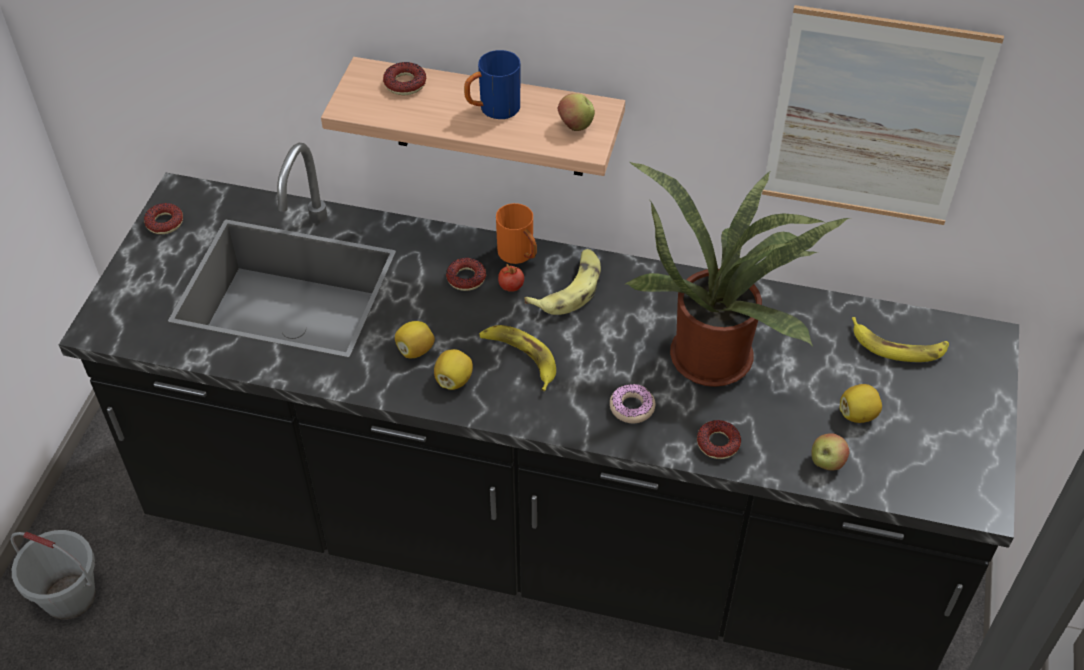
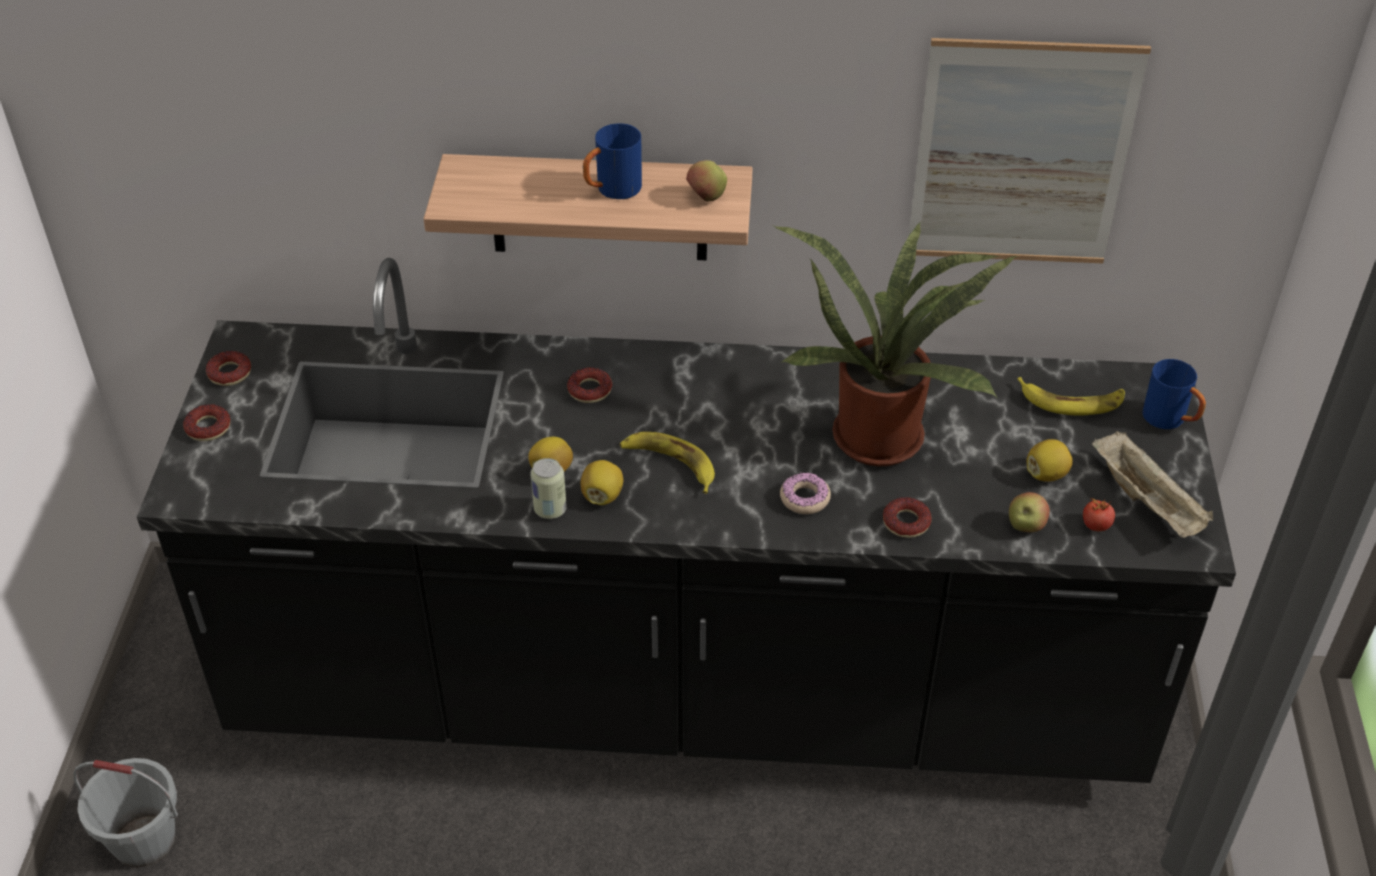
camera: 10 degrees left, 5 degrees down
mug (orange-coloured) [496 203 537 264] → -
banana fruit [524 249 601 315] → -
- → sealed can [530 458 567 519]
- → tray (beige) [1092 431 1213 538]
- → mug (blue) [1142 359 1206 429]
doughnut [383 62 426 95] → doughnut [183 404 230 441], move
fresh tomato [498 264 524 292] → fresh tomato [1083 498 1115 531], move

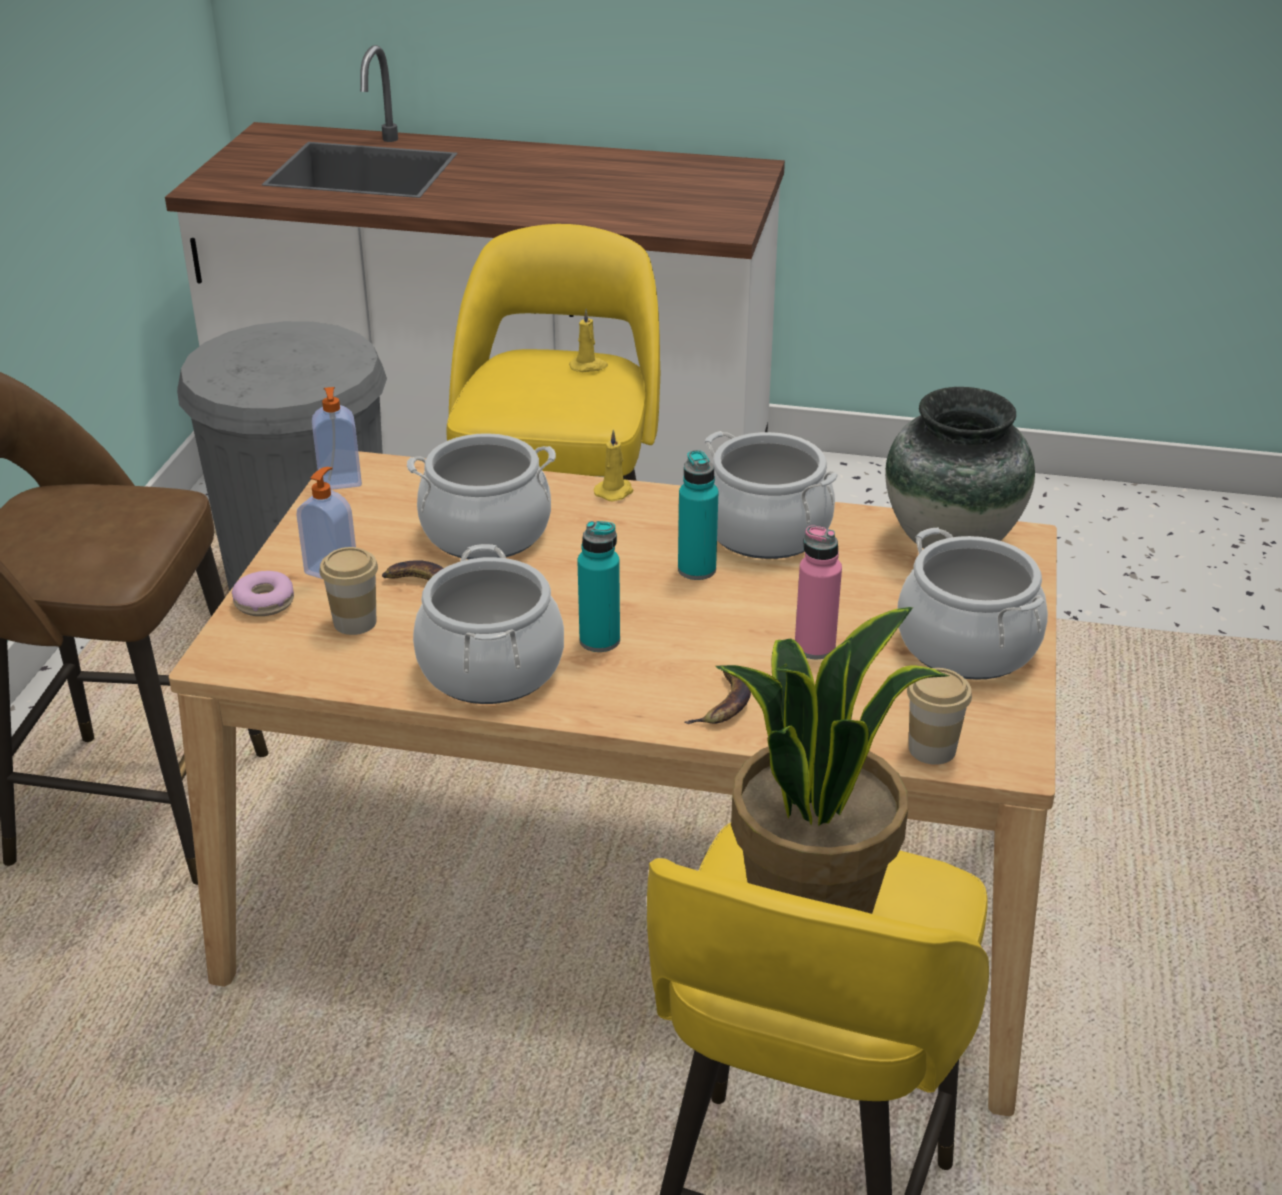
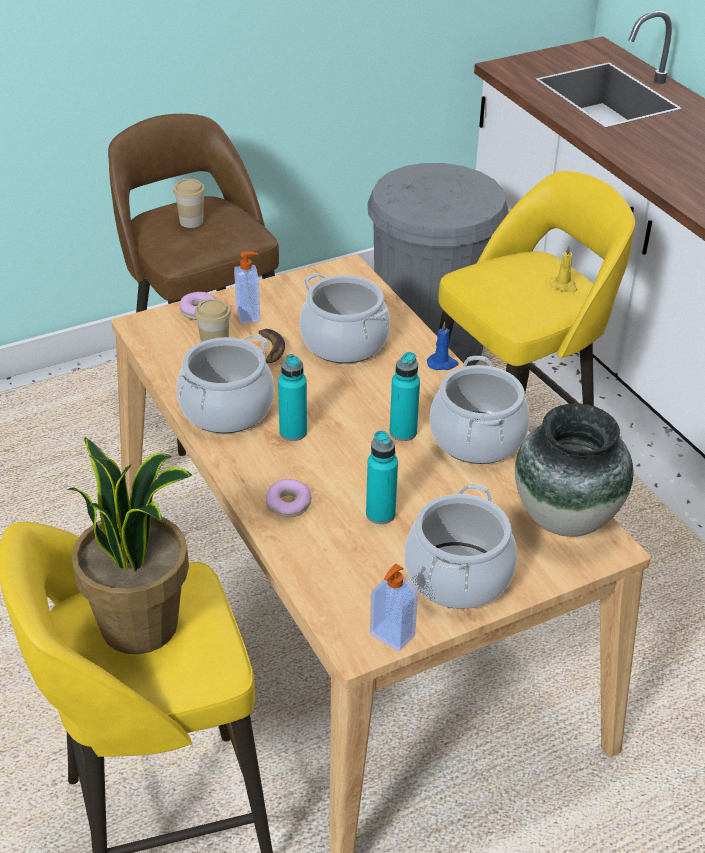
camera: 50 degrees right, 5 degrees up
soap bottle [312 387 362 490] → soap bottle [370 564 418 652], move
cup [907 668 972 765] → cup [173 179 205 228], move
banana fruit [685 671 751 724] → doughnut [266 479 311 517]
candle (yellow) [593 429 633 502] → candle (blue) [427 322 459 370]
beverage bottle (pinkish) [795 526 842 659] → beverage bottle (turquoise) [366 431 398 524]

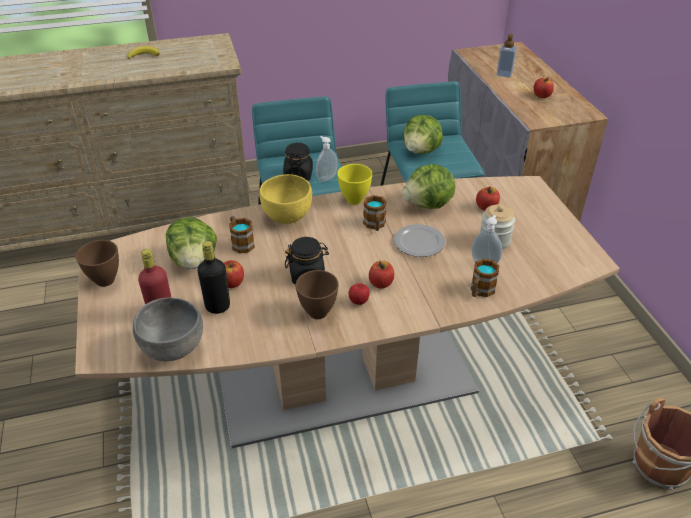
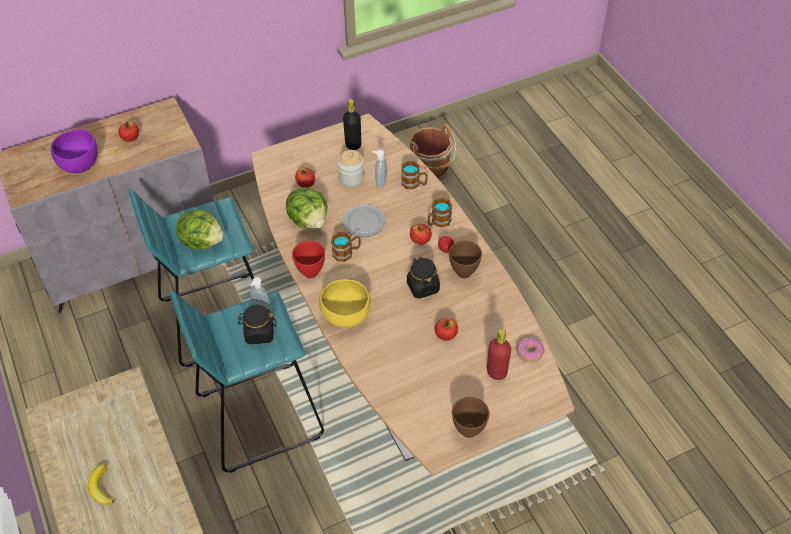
camera: 100 degrees left, 10 degrees up
lettuce [166 217 217 269] → -
beverage bottle (black-coloured) [198 241 230 314] → beverage bottle (black-coloured) [343 99 361 150], move
mug [229 216 255 254] → mug [428 198 452 228], move
bowl (gray) [133 297 203 361] → doughnut [517 338 545 362]
soap bottle [497 34 517 77] → bowl (purple) [51 129 98 173]
bowl (yellow) [337 164 373 205] → bowl (reddish) [292 241 325 278]

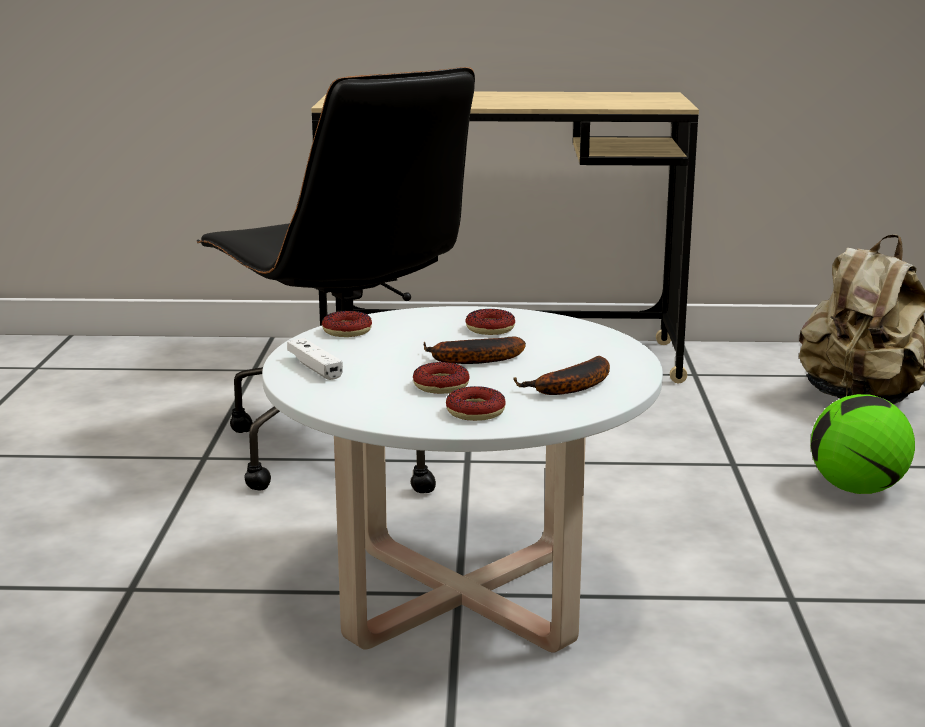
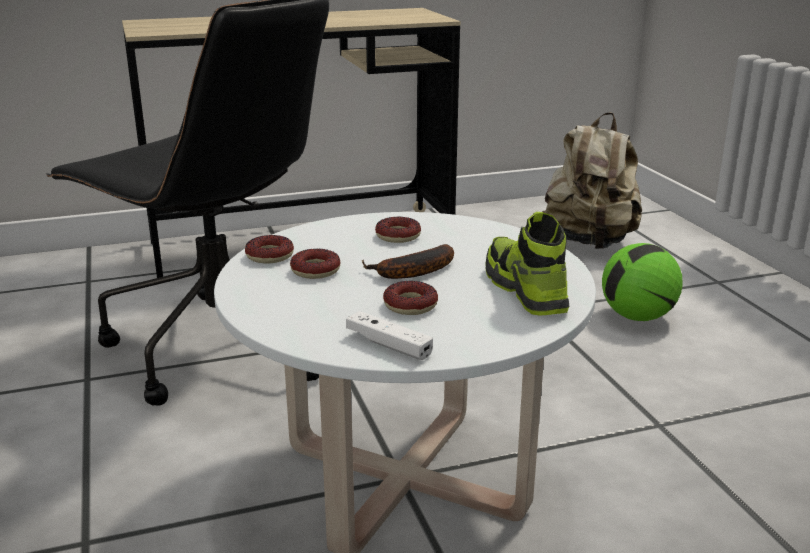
camera: 20 degrees left, 5 degrees up
joypad (white-coloured) [287 338 343 380] → joypad (white-coloured) [346 311 433 360], move
doughnut [446 386 506 421] → doughnut [290 249 340 279], move
banana fruit [513 356 610 395] → low shoe [486 212 569 316]

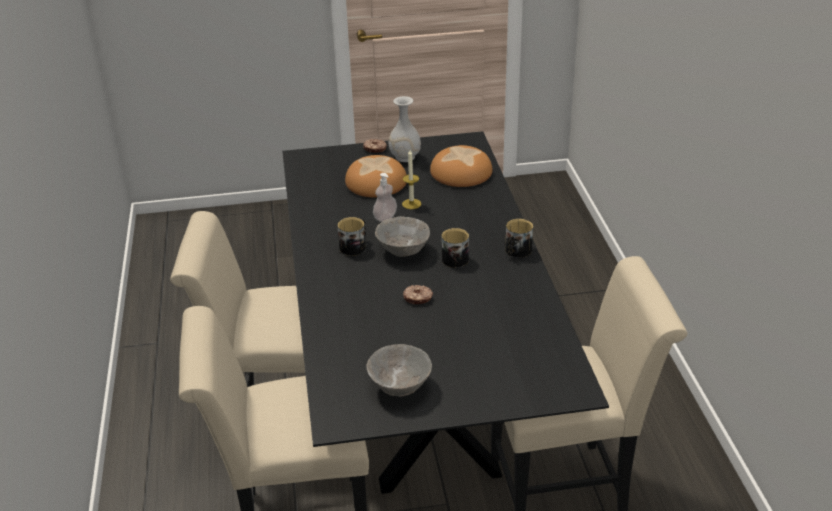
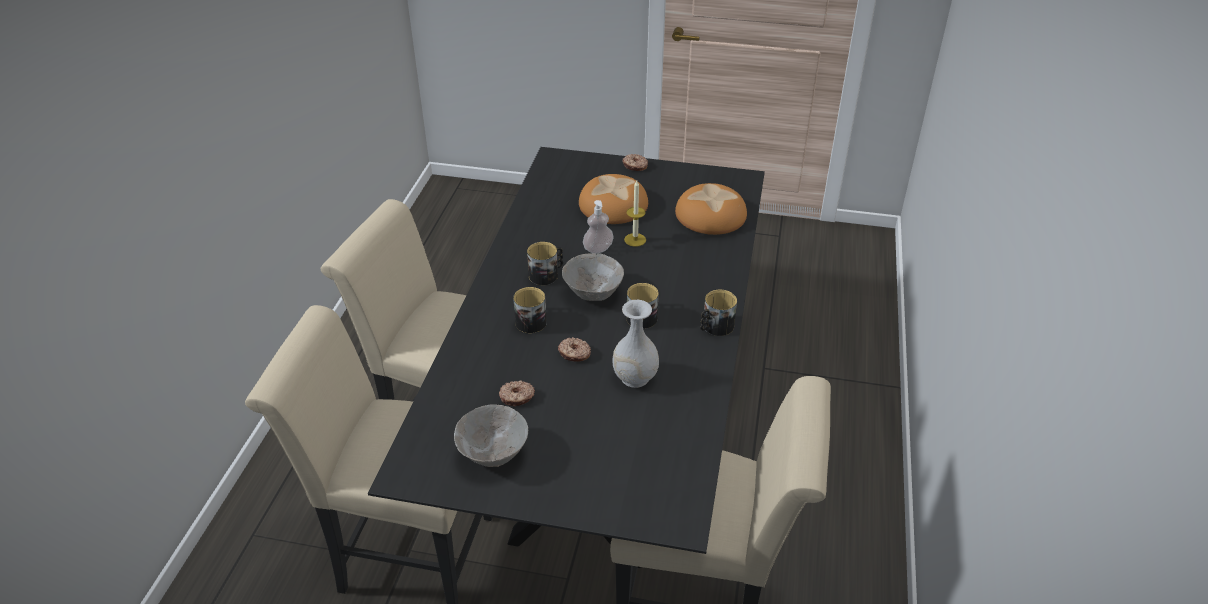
camera: 20 degrees right, 5 degrees up
- → doughnut [499 380 535 407]
- → mug [513 287 547 333]
decorative vase (white-coloured) [389 96 421 162] → decorative vase (white-coloured) [612 300 659 388], move

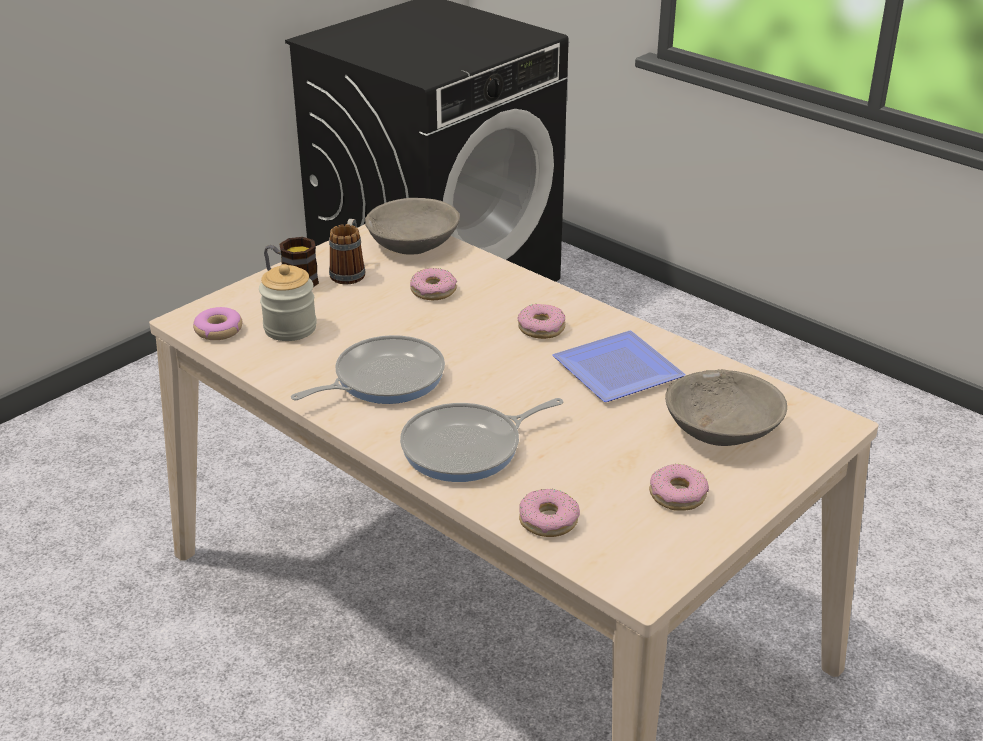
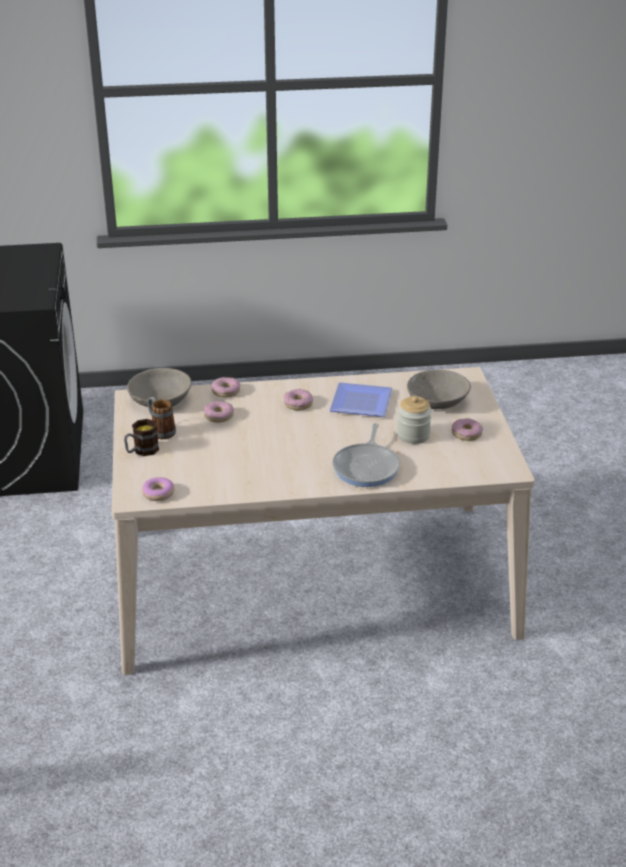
camera: 50 degrees left, 0 degrees up
pan [291 335 445 404] → -
jar [259 264 317 341] → jar [397 396 432 444], move
doughnut [519 489 580 537] → doughnut [211 377 241 398], move

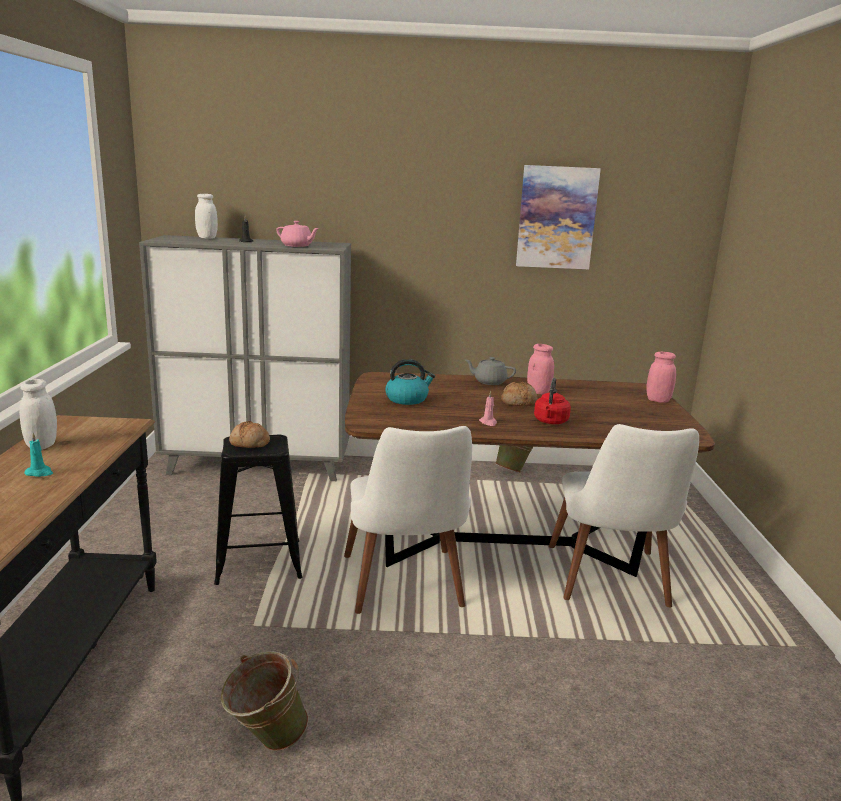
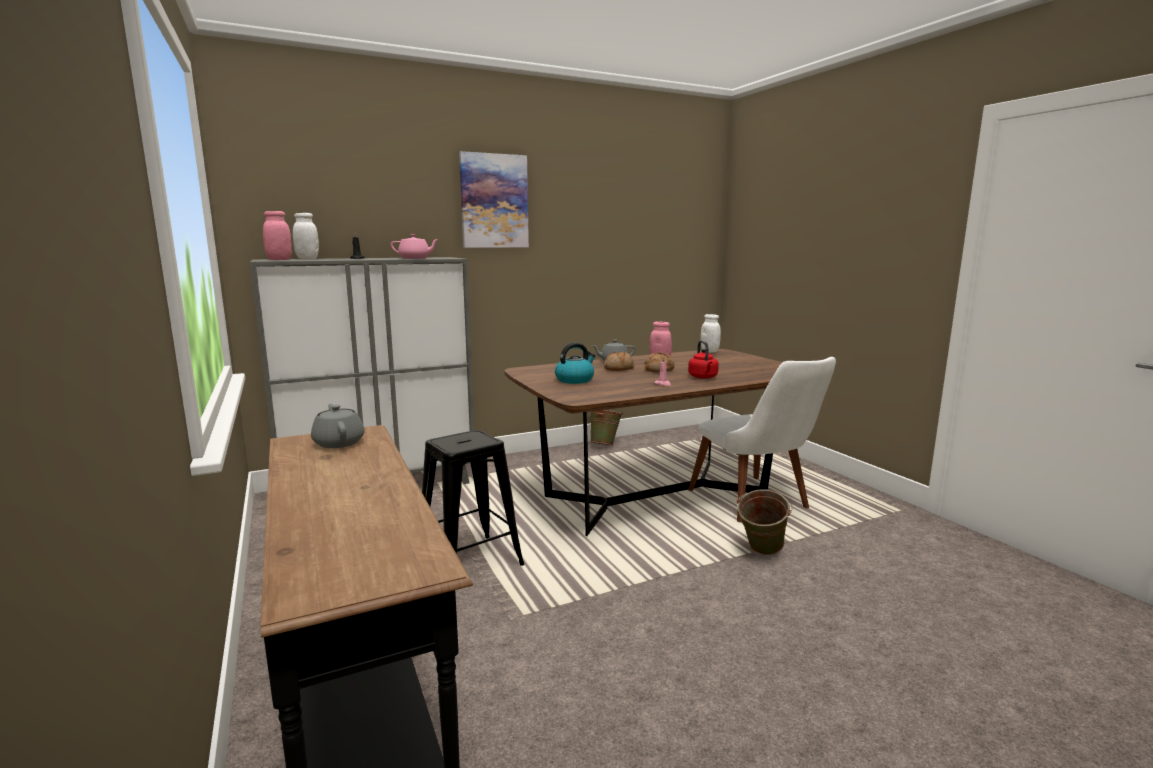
camera: 25 degrees left, 5 degrees down
candle (turquoise) [25 432 53 477] → -
chair (white-coloured) [344 426 472 614] → -
- → tea pot (gray) [311 404 365 448]
jar (white-coloured) [19 379 57 450] → jar (white-coloured) [701 314 721 353], move
bucket (green-coloured) [221 651 308 751] → bucket (green-coloured) [737 489 793 555], move
bakery bread [229 421 270 448] → bakery bread [604 352 634 371], move
wall picture [516 165 601 269] → wall picture [459 151 529 248], move
jar (pinkish) [646 352 676 403] → jar (pinkish) [263 211 292 260], move

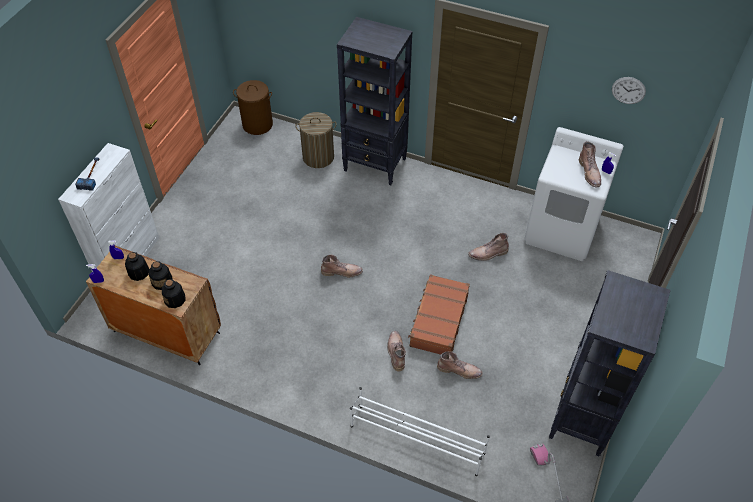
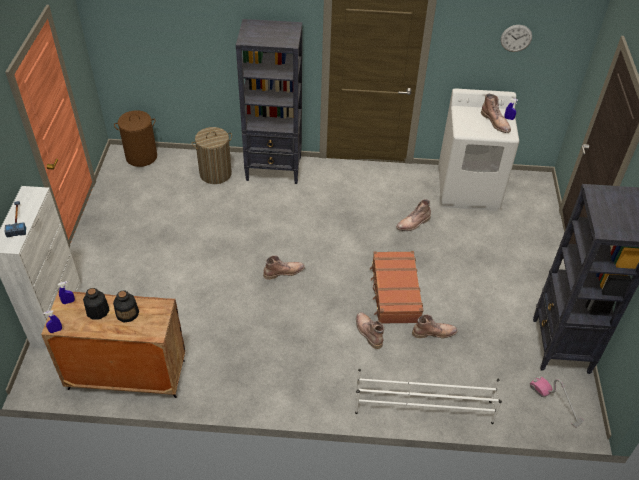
camera: 20 degrees left, 5 degrees down
beverage bottle [162 279 186 308] → -

